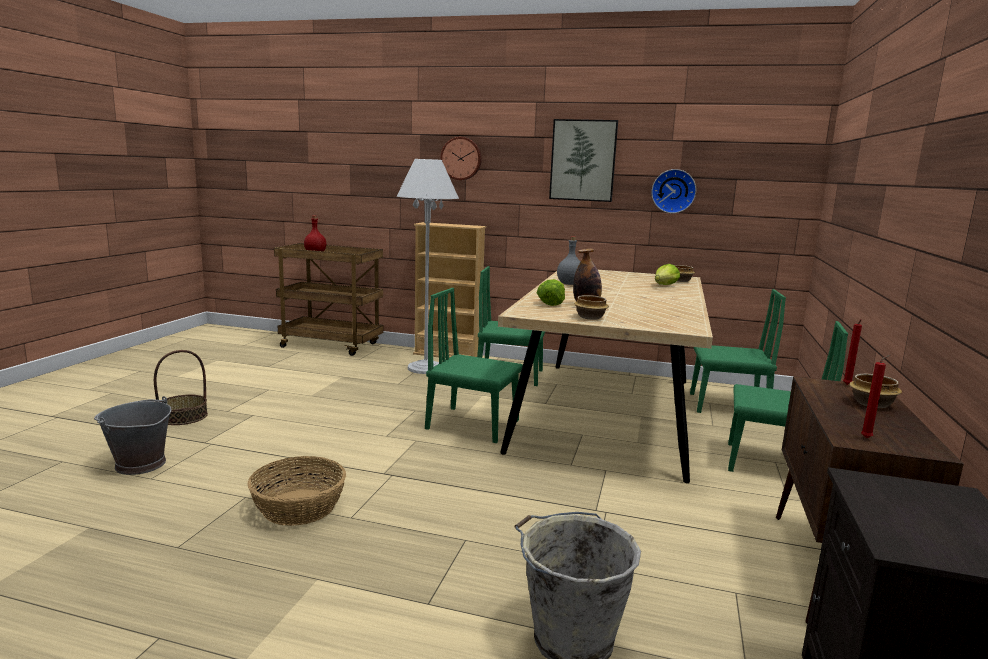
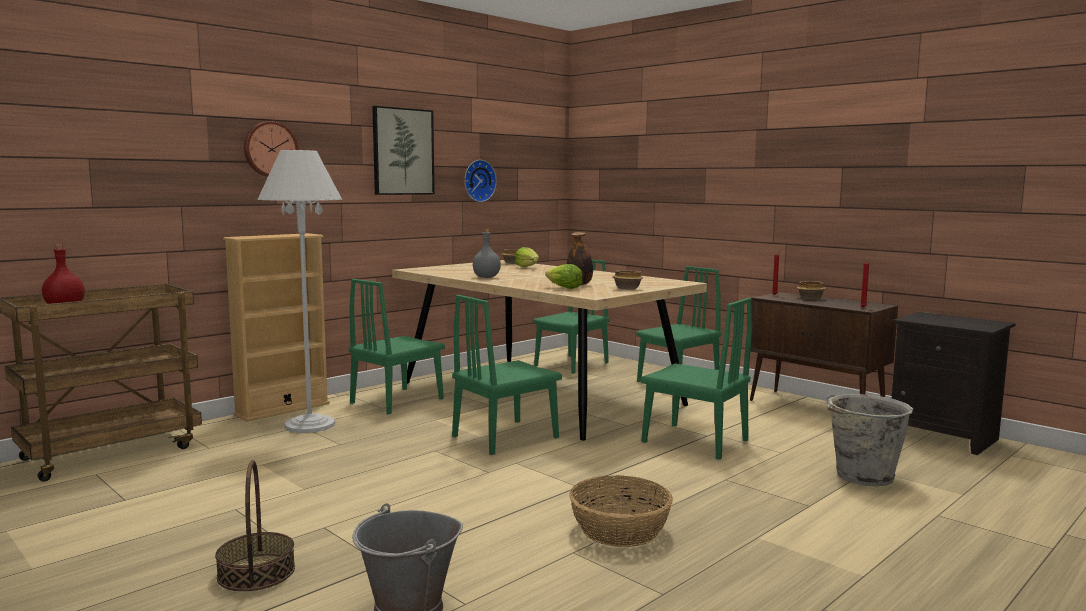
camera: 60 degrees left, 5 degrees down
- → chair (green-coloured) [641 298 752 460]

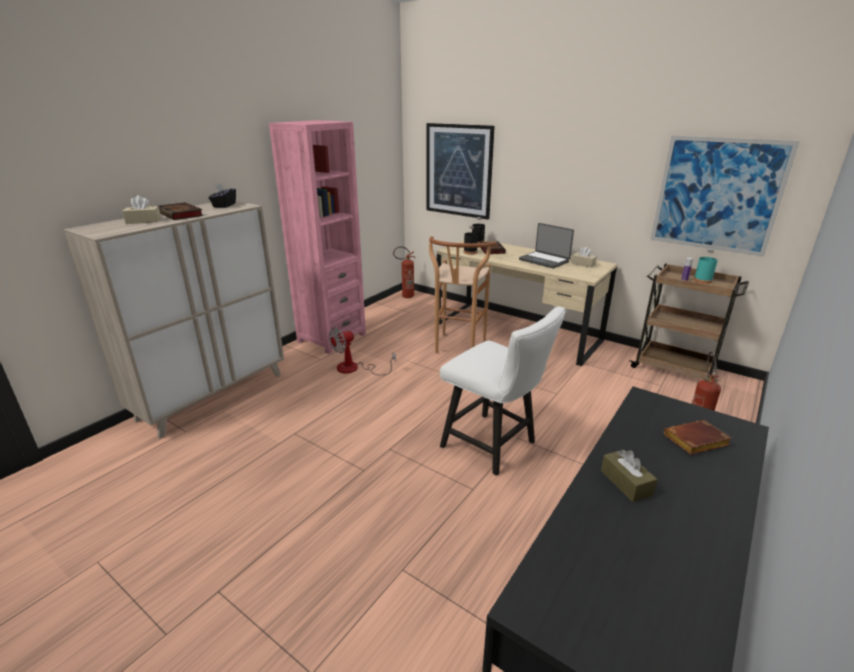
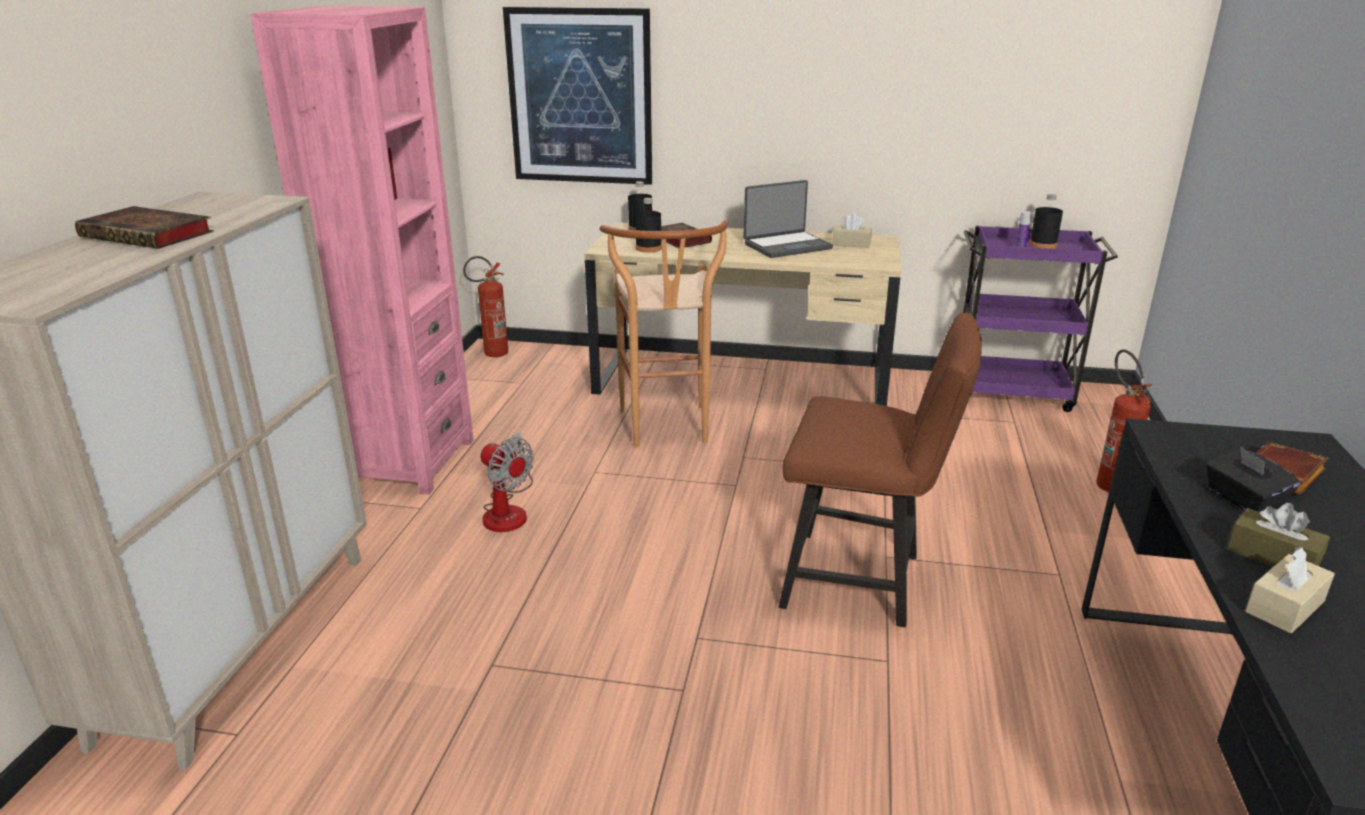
camera: 25 degrees left, 0 degrees up
wall picture [650 135 800 257] → -
tissue holder (beige) [122 195 161 224] → tissue holder (beige) [1245 546 1335 633], move
tissue holder (black-coloured) [208 183 236 208] → tissue holder (black-coloured) [1206 446 1300 512], move
chair (white-coloured) [440 307 566 476] → chair (brown) [779 313 982 627]
trolley (brown) [629 263 749 380] → trolley (purple) [963 226 1118 412]
beverage bottle (turquoise) [694 249 718 284] → beverage bottle (black-coloured) [1029 194 1063 249]
electric fan [329 327 396 375] → electric fan [481 432 534 532], 75 degrees counterclockwise
portable computer [519 223 574 268] → portable computer [743 180 833 258], 45 degrees counterclockwise

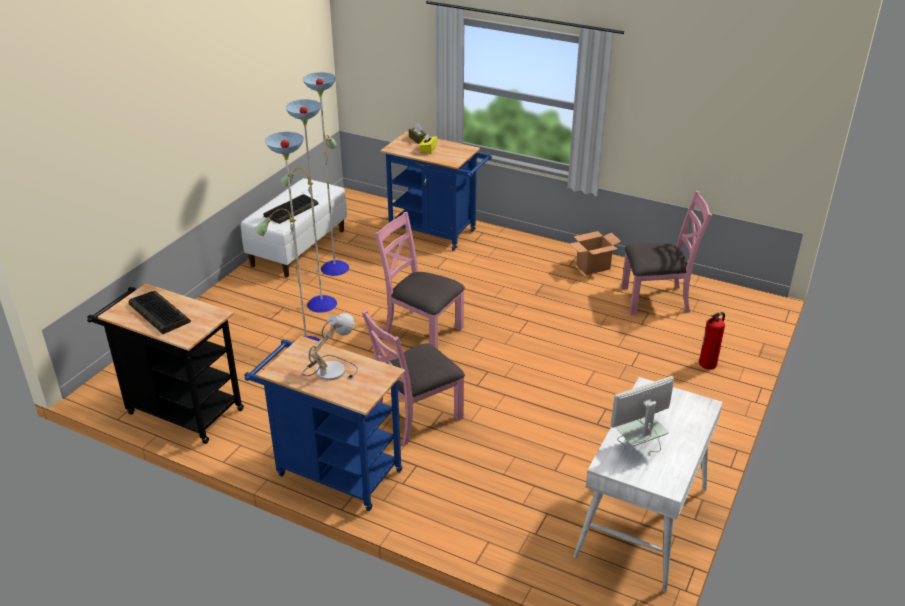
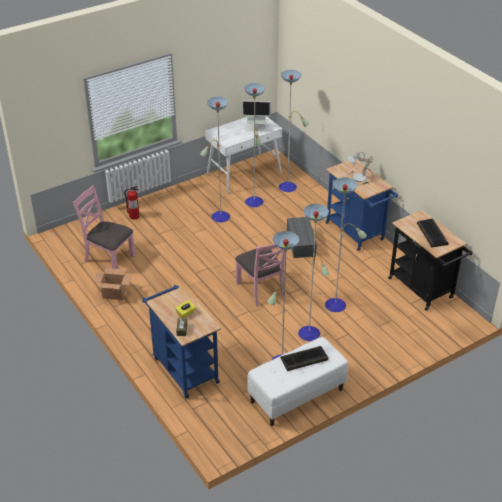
camera: 150 degrees left, 5 degrees up
- → floor lamp [200 70 309 222]
chair (pinkish) [362 309 465 446] → storage container (gray) [287 217 317 258]

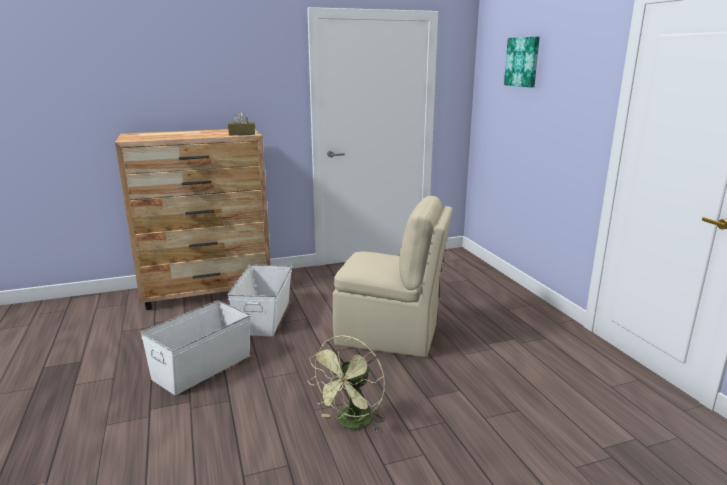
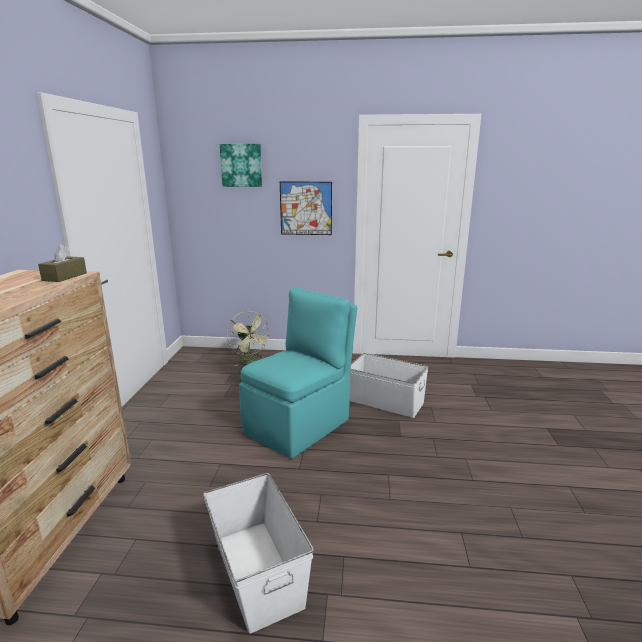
camera: 65 degrees left, 0 degrees up
- → wall picture [280 181 332 235]
storage container (white-coloured) [227 264 292 336] → storage container (white-coloured) [350 353 428 418], move
electric fan (green-coloured) [307 335 385 432] → electric fan (green-coloured) [227 311 271 366], move
chair (beige) [333 196 453 357] → chair (turquoise) [239 288 357 459]

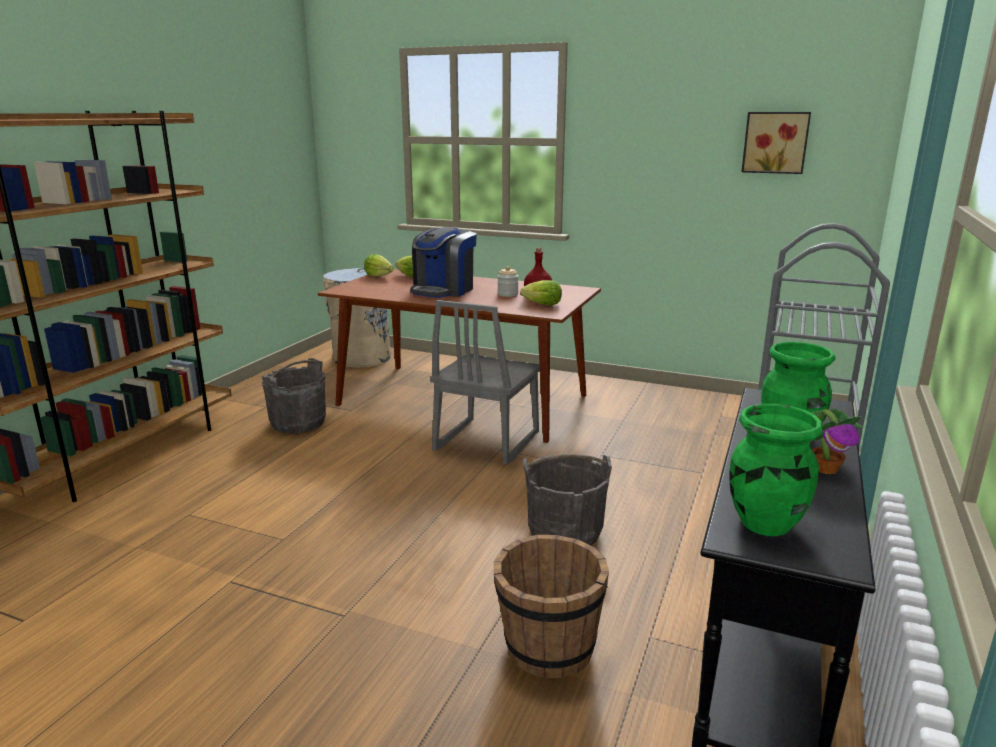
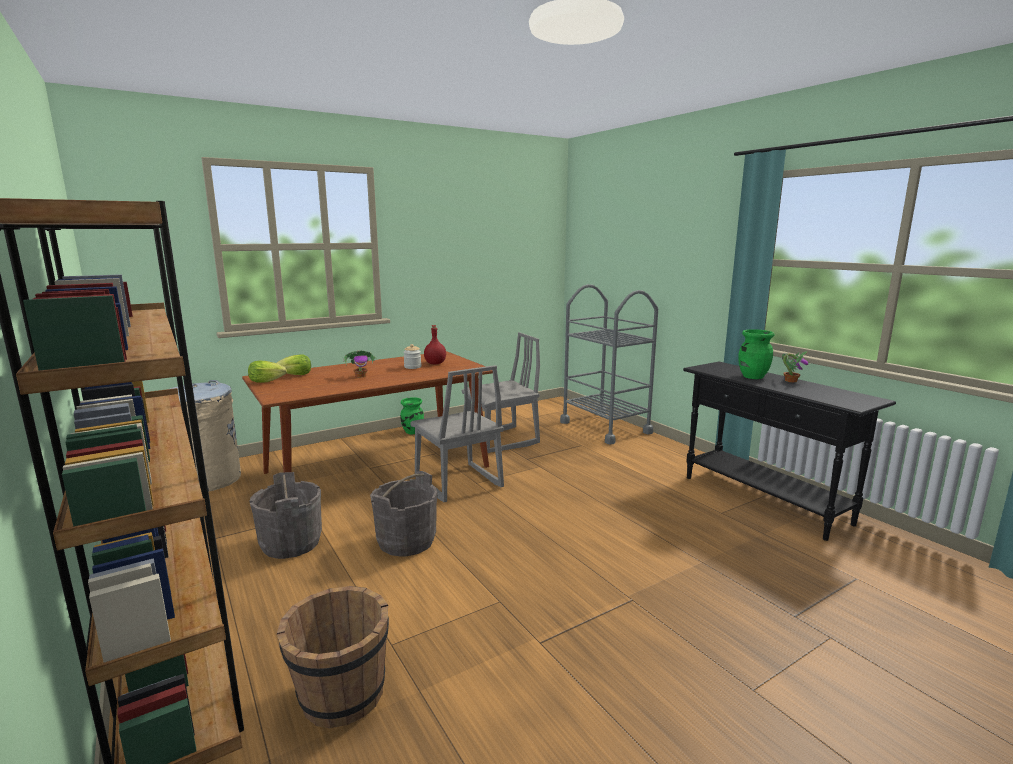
camera: 55 degrees left, 5 degrees down
lettuce [520 280 562 306] → -
wall picture [741 112 811 174] → -
- → chair (gray) [462 332 540 453]
bucket (brown) [494 535 609 678] → bucket (brown) [277 586 389 729], move
bucket (gray) [523 454 612 546] → bucket (gray) [370 471 438 557], move
decorative vase (green-coloured) [730 404 823 536] → decorative vase (green-coloured) [400 397 424 434], move
coffee brewer [410 227 477 298] → houseplant [343 350 376 378]

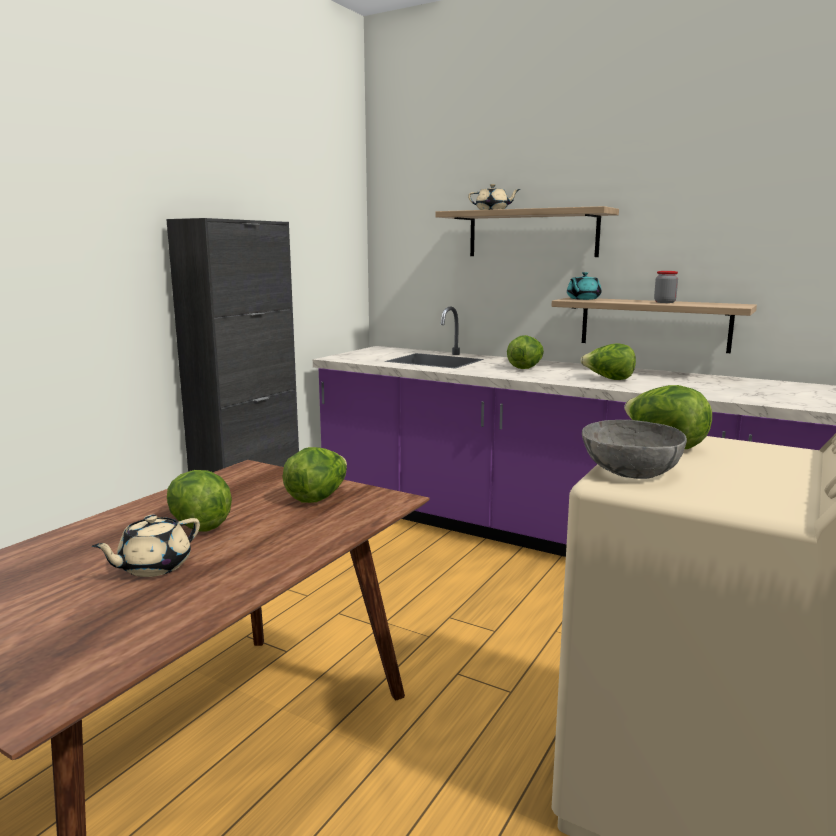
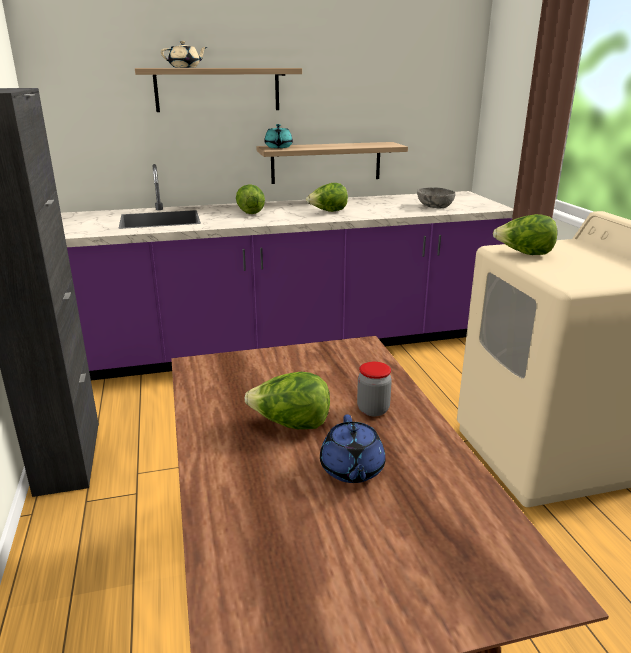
camera: 45 degrees left, 10 degrees up
lettuce [282 447 347 503] → -
bowl (gray) [582 420 687 479] → bowl (gray) [417 187 456 209], move
jar [654 271 678 303] → jar [357 362 392 416], move
tea pot (beige) [92 515 200 577] → tea pot (blue) [320 414 386 483]

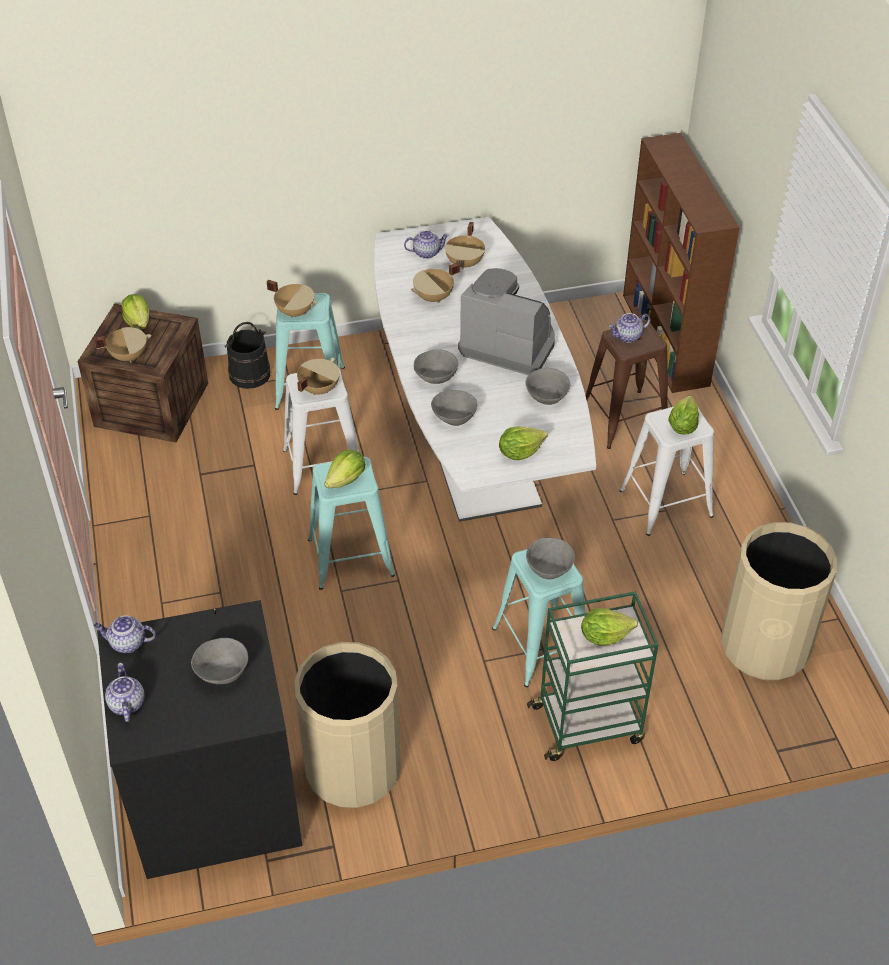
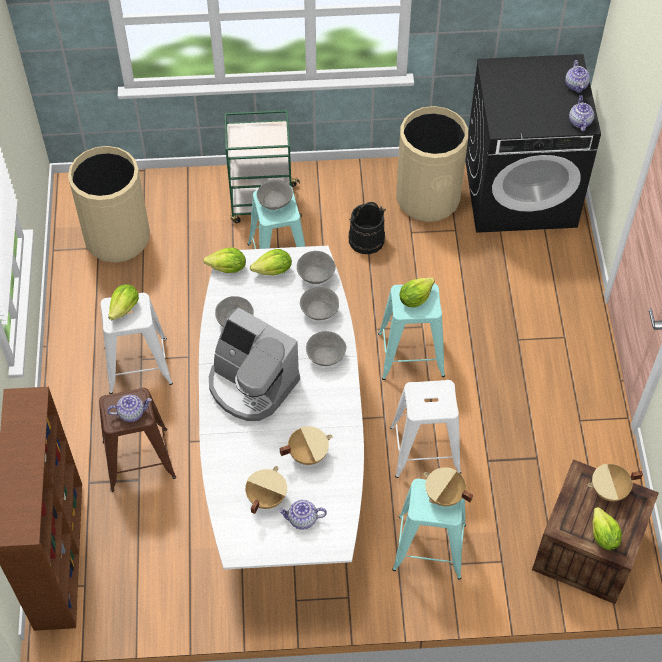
camera: 170 degrees left, 10 degrees up
saucepot (beige) [297 358 340 395] → -
bowl (gray) [191 638 248 684] → bowl (gray) [297 251 336 284], move
bucket (black-coloured) [225 322 270 389] → bucket (black-coloured) [348 202 386 254], move
lettuce [581 608 638 646] → lettuce [203 248 246 273], move
tea pot [94 615 156 653] → tea pot [569 95 594 131], 105 degrees counterclockwise

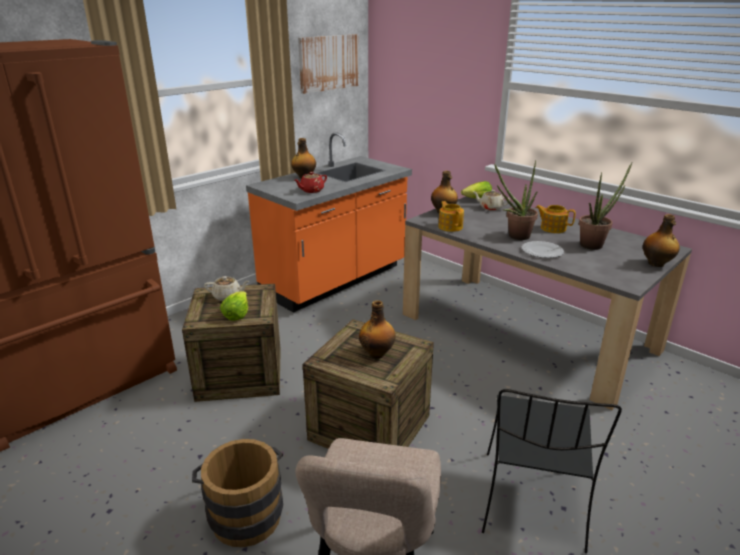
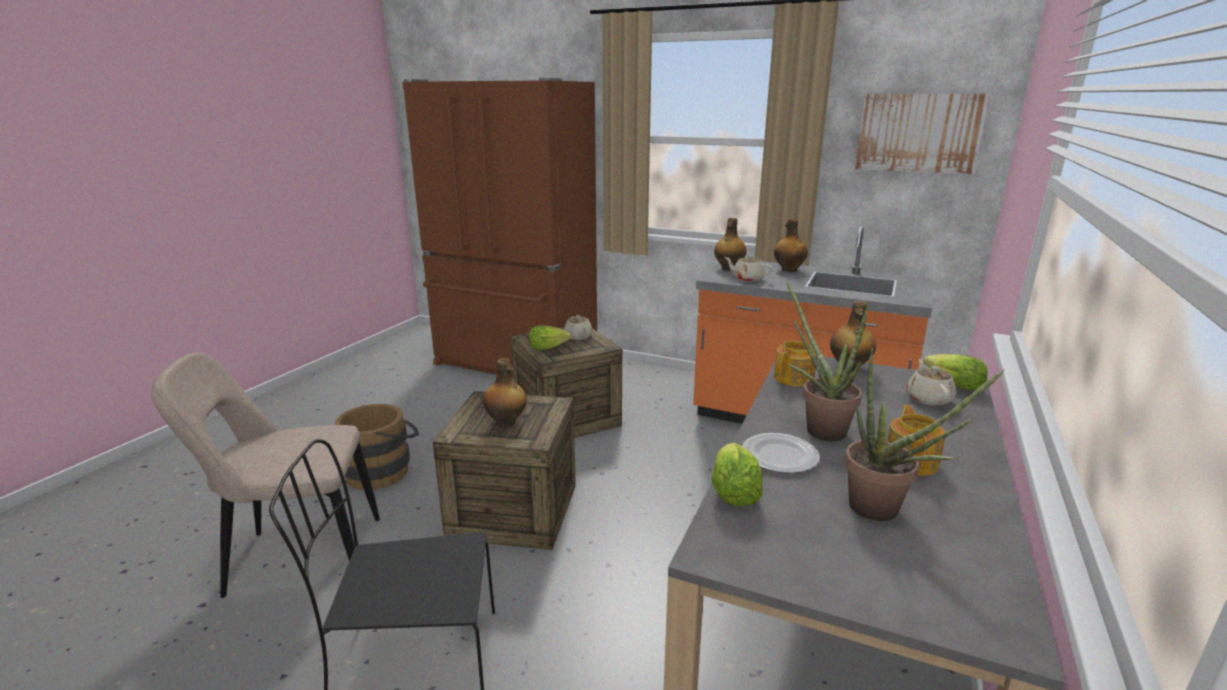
camera: 70 degrees right, 5 degrees down
- → lettuce [712 443 763 506]
beverage bottle [643 214 680 267] → beverage bottle [714 218 746 270], move
tea pot (reddish) [295 172 327 193] → tea pot (beige) [725 255 773 282]

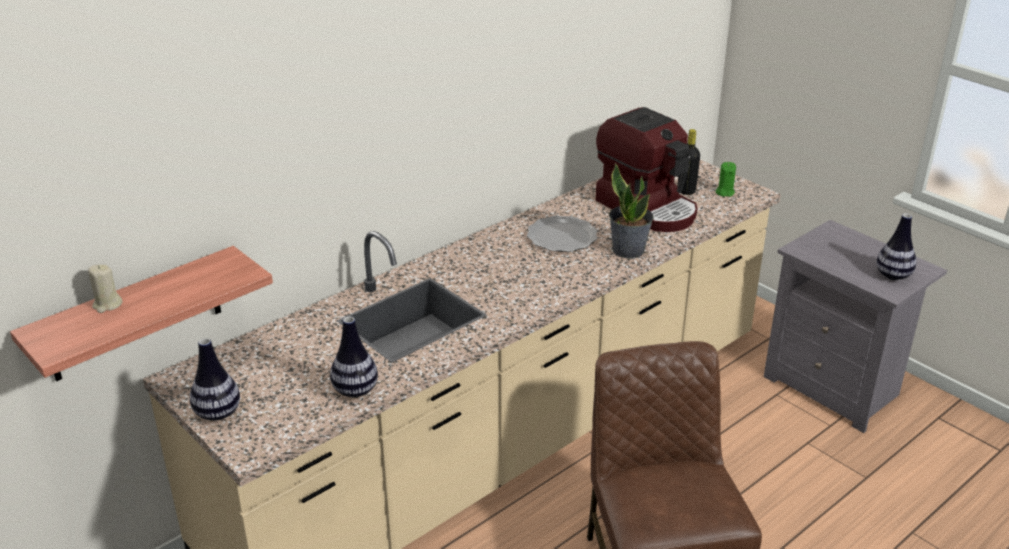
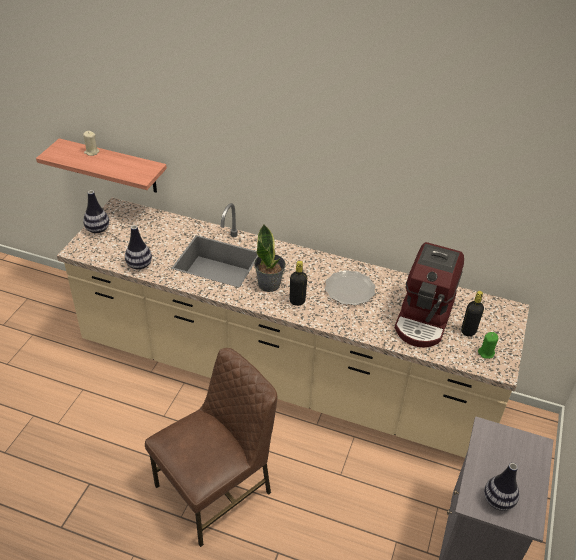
camera: 60 degrees right, 10 degrees up
- → beverage bottle (black-coloured) [290 261 307 306]
houseplant [609 163 654 259] → houseplant [254 225 286 292], move

